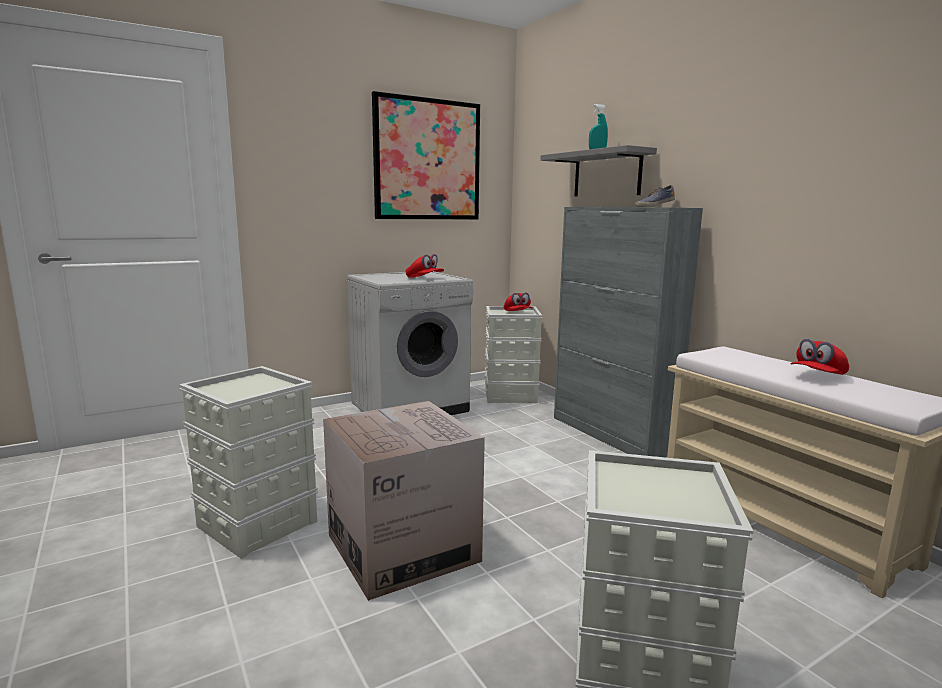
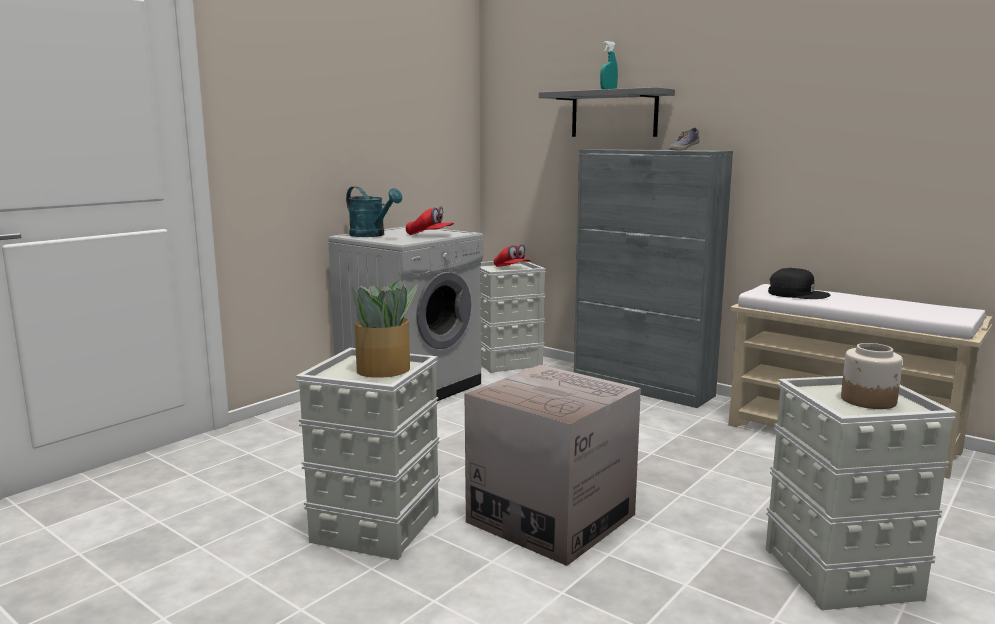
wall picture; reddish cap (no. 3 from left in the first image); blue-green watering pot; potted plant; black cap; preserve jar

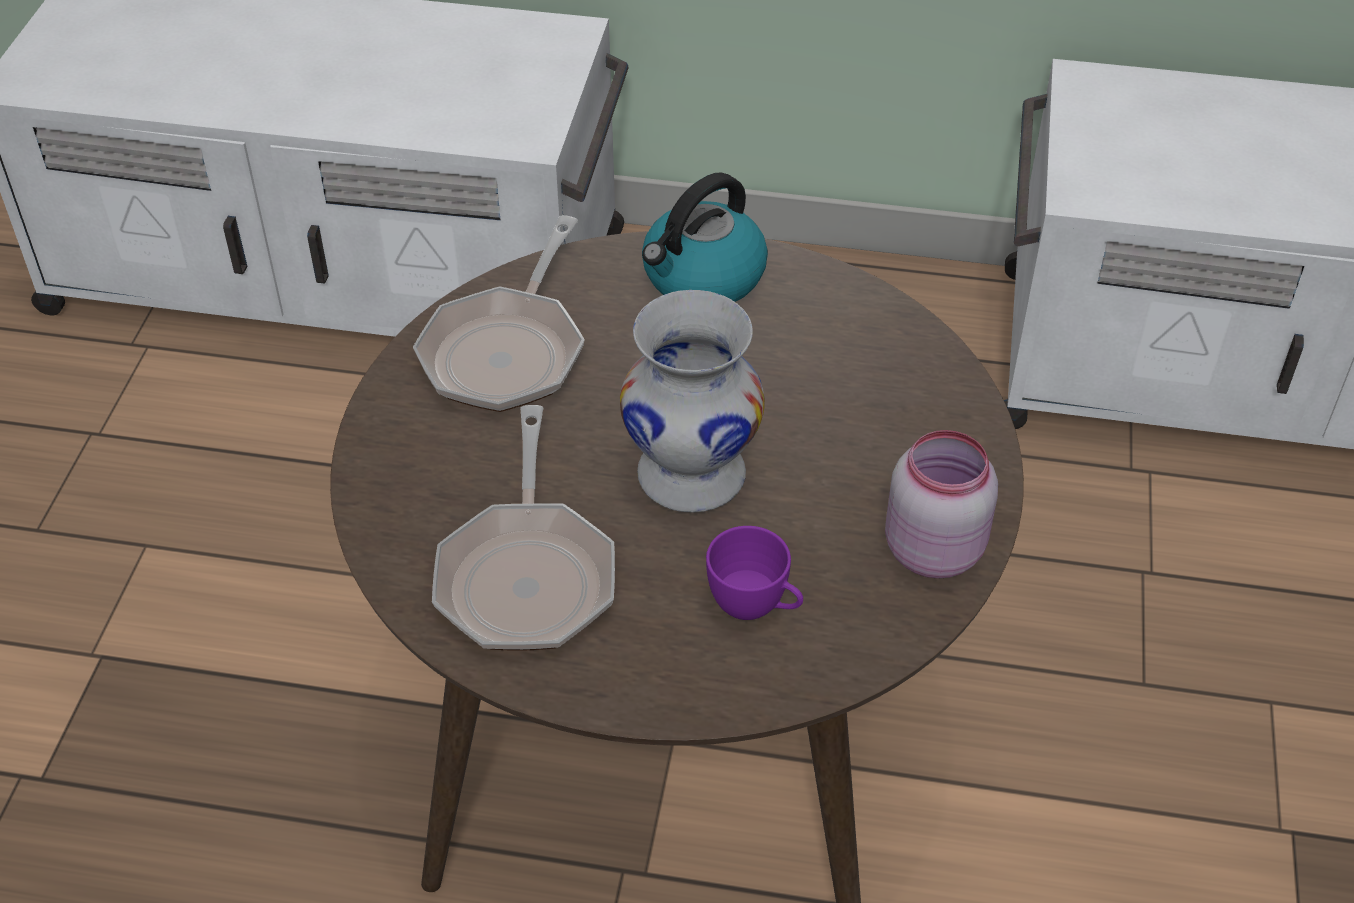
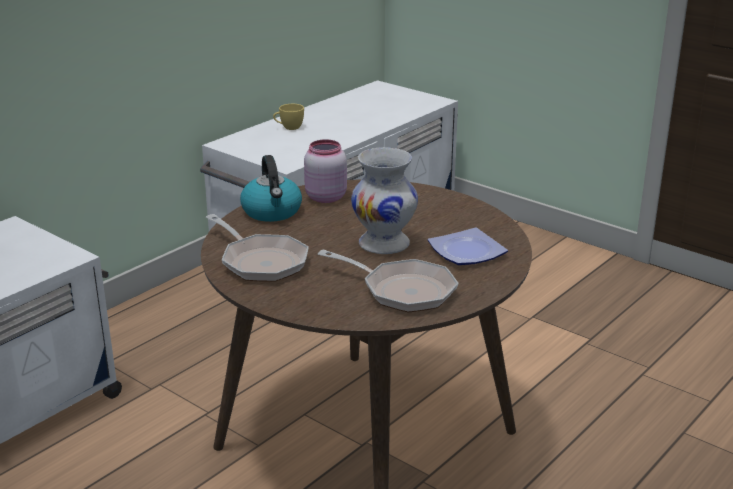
yellowish cup; pink preserve jar; flat dish

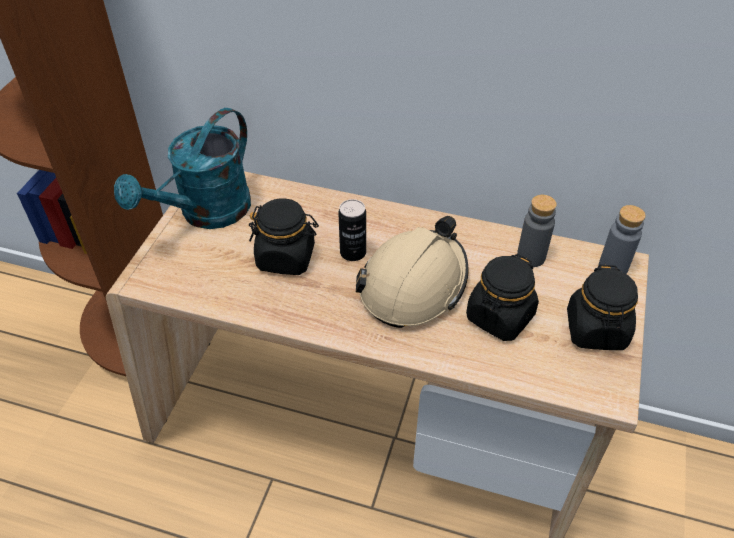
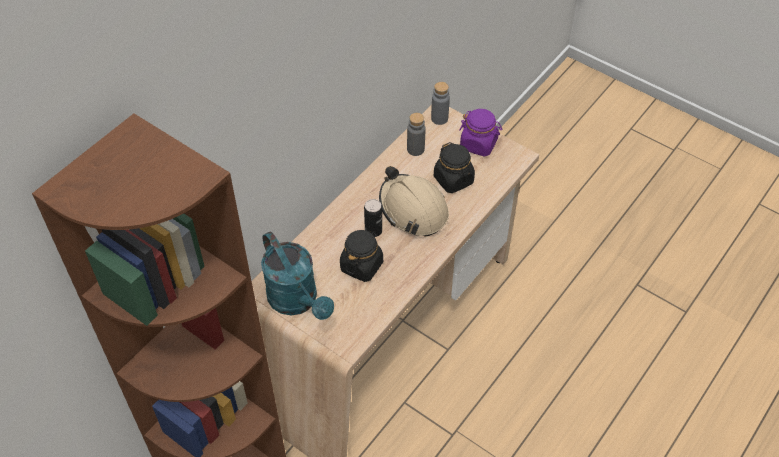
purplish preserve jar

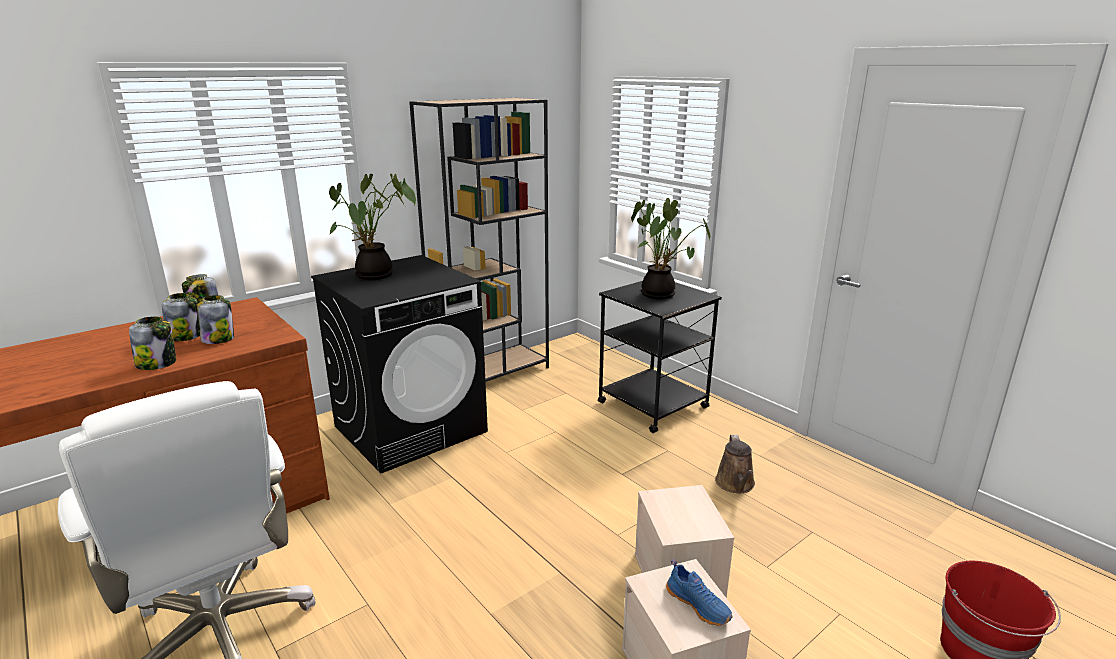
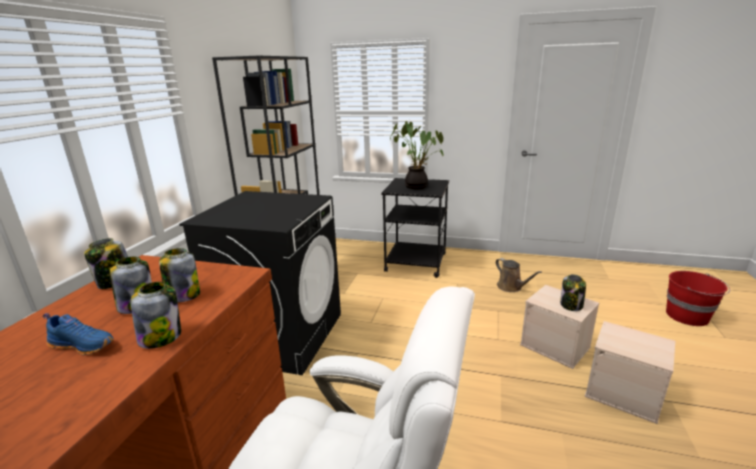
potted plant (no. 1 from left in the first image); preserve jar (no. 5 from left); blue low shoe

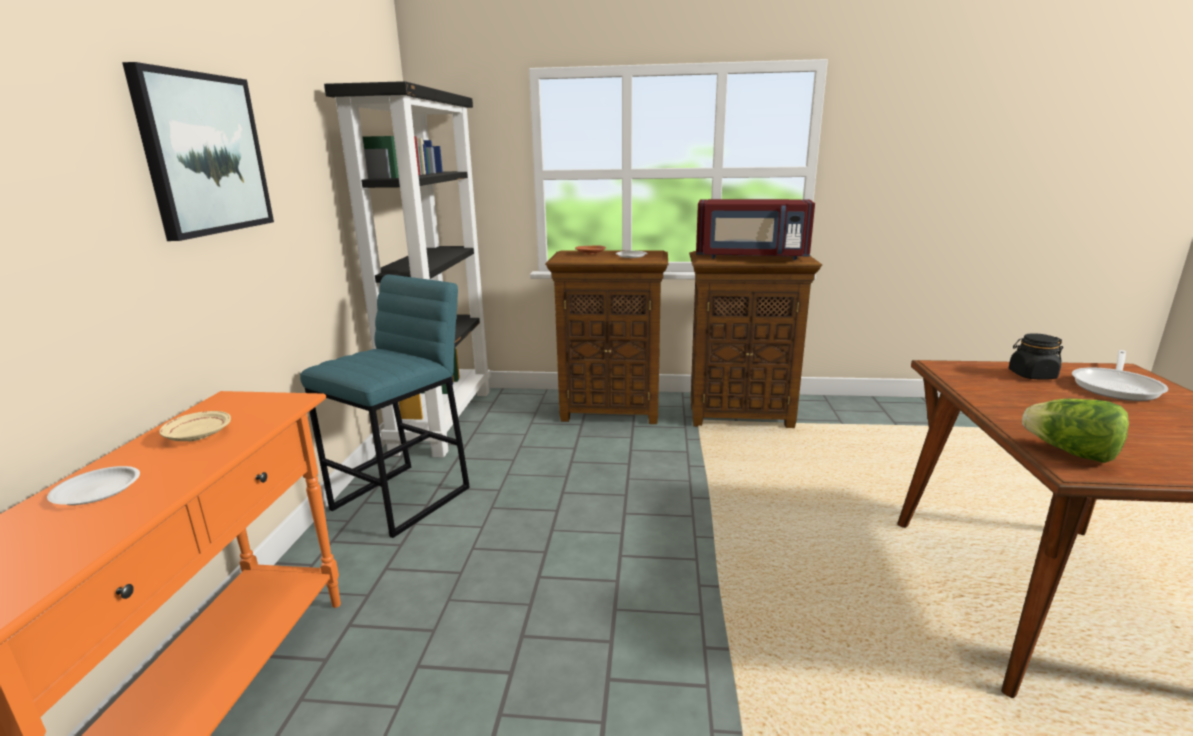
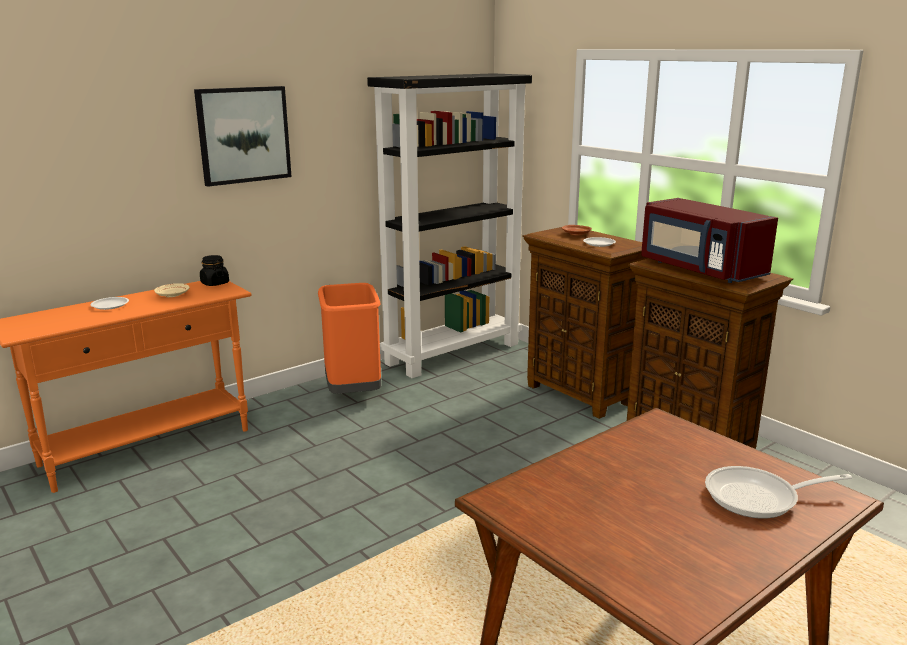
head of lettuce; black preserve jar; orange waste bin

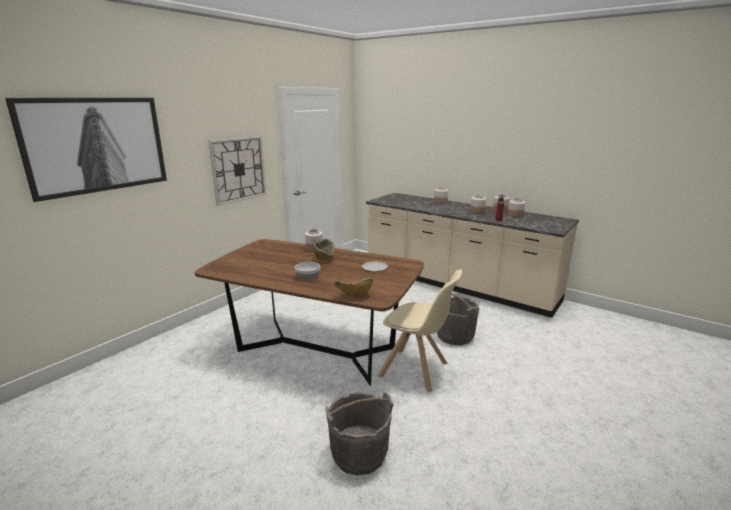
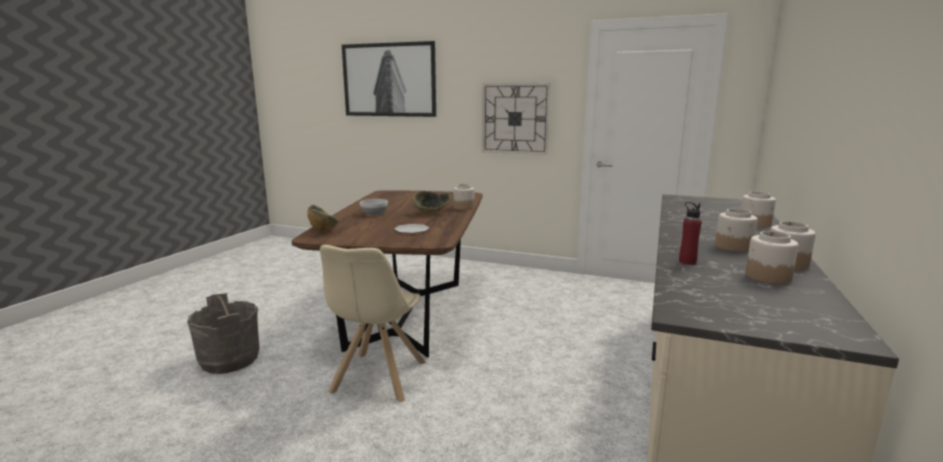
gray pail (no. 2 from left in the first image)

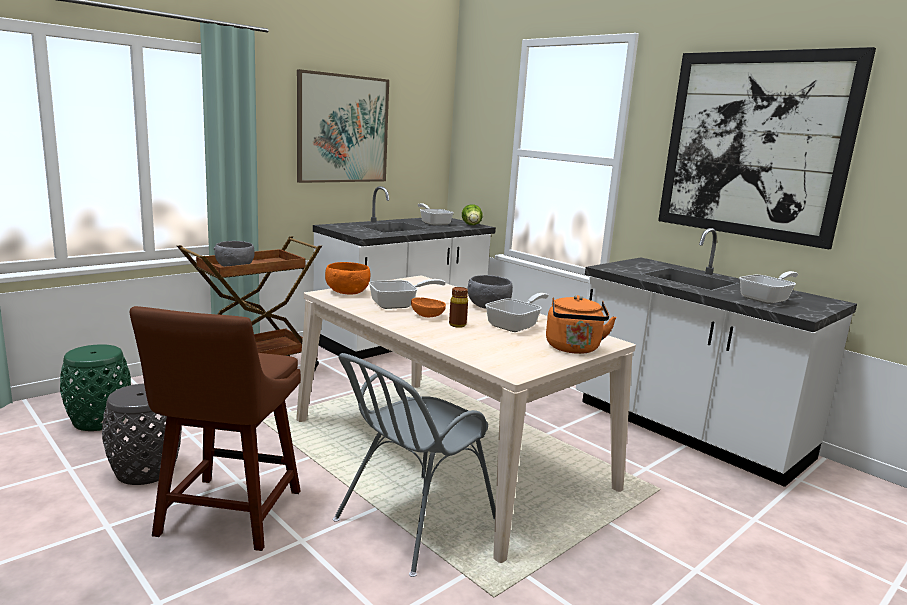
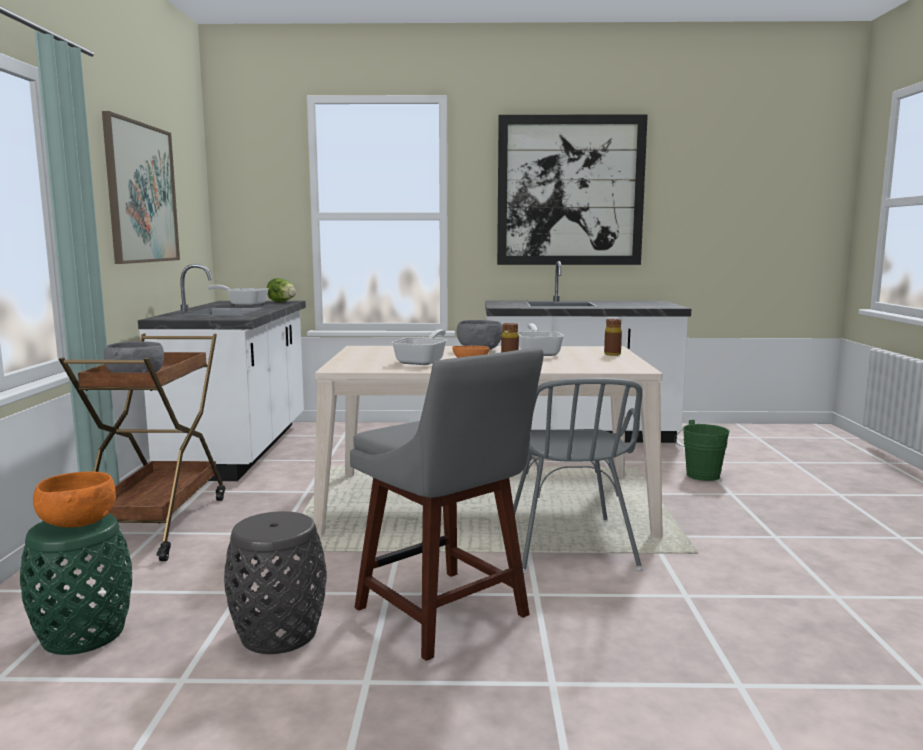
frying pan (no. 4 from left in the first image); green-coloured pail; orange bowl (no. 1 from left); brownish drink bottle (no. 2 from left); gray sitting stool (no. 2 from left)

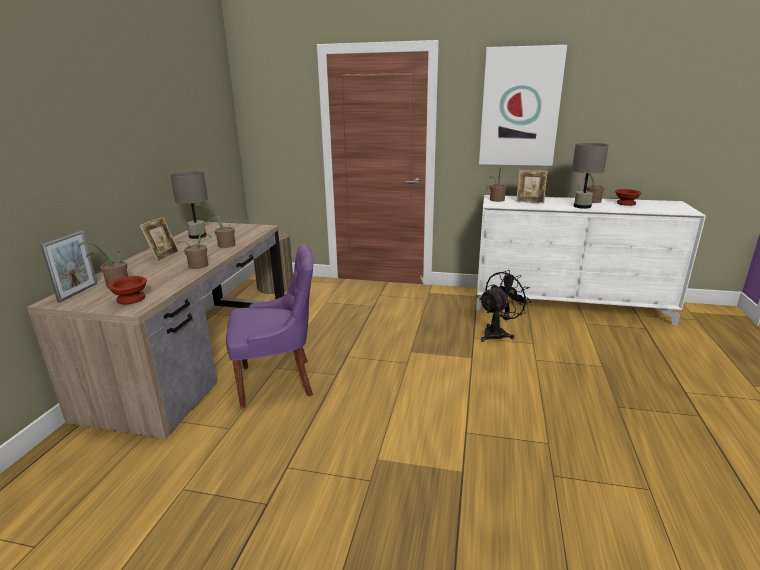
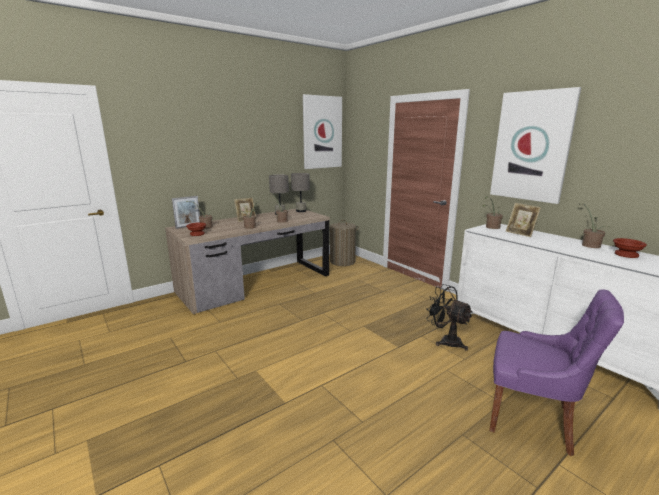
wall picture (no. 1 from left); purplish chair; gray table lamp (no. 2 from left); black fan

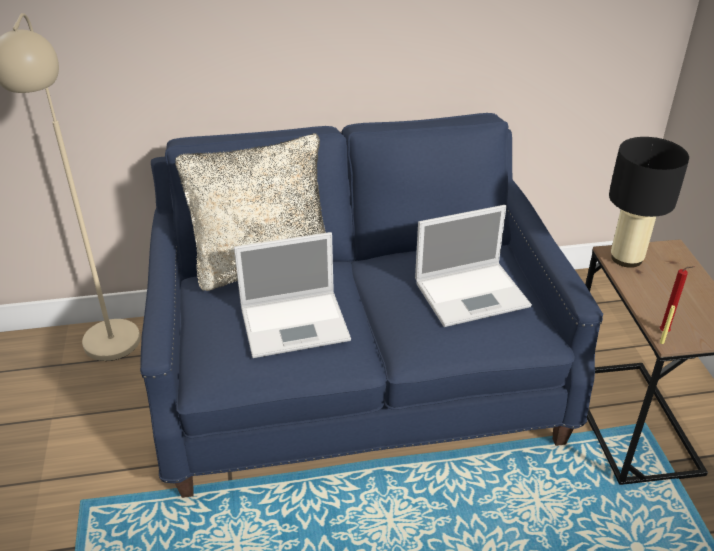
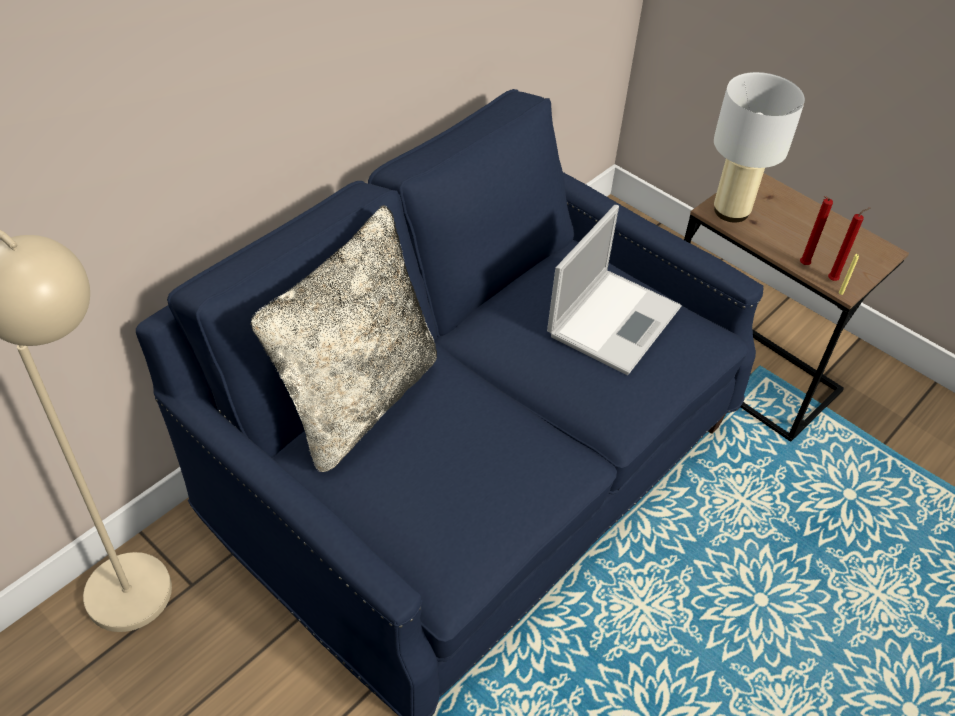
notebook computer (no. 1 from left in the first image); reddish wax candle (no. 1 from left); whitish table lamp

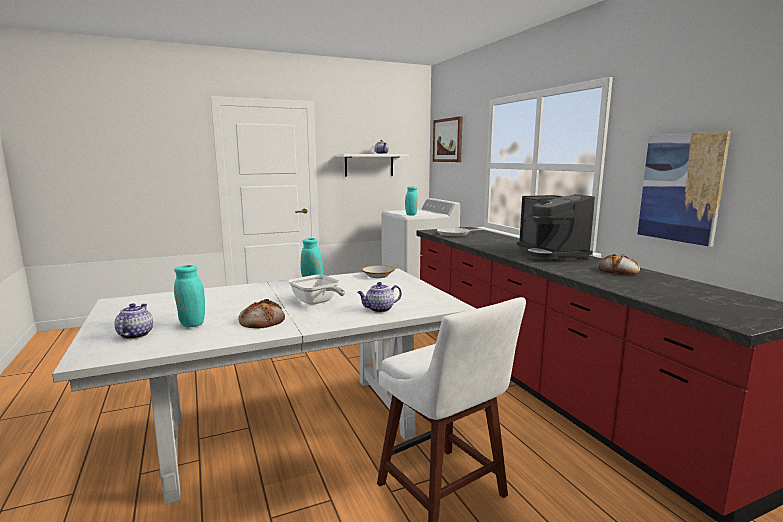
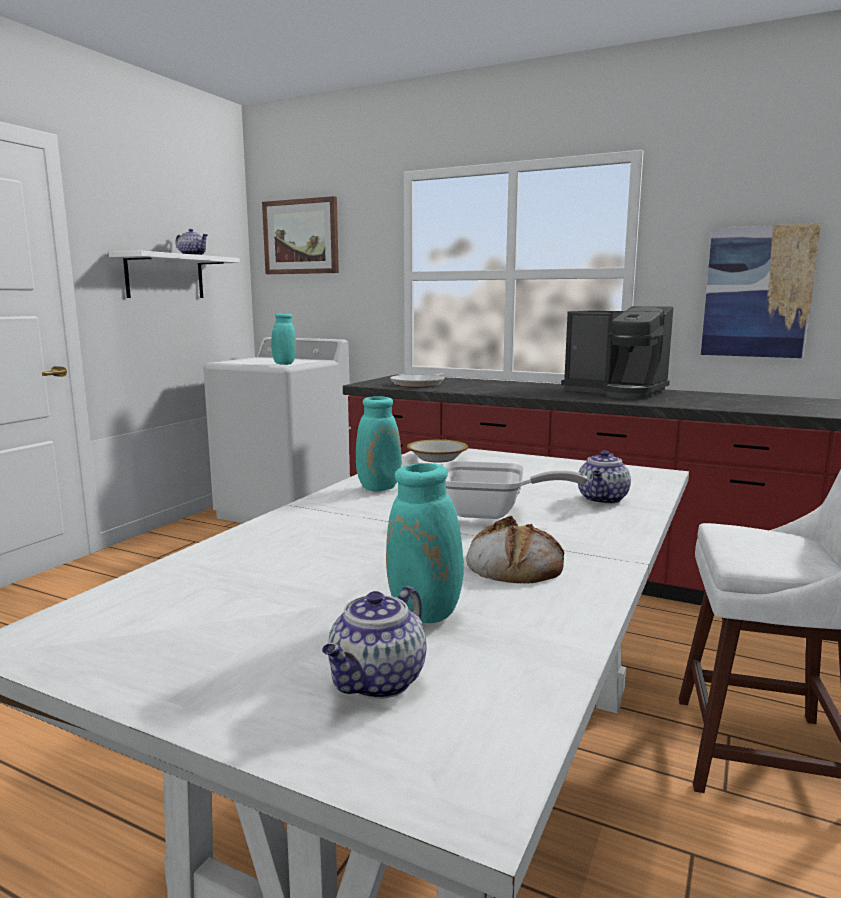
bread (no. 2 from left in the first image); teapot (no. 2 from left)

